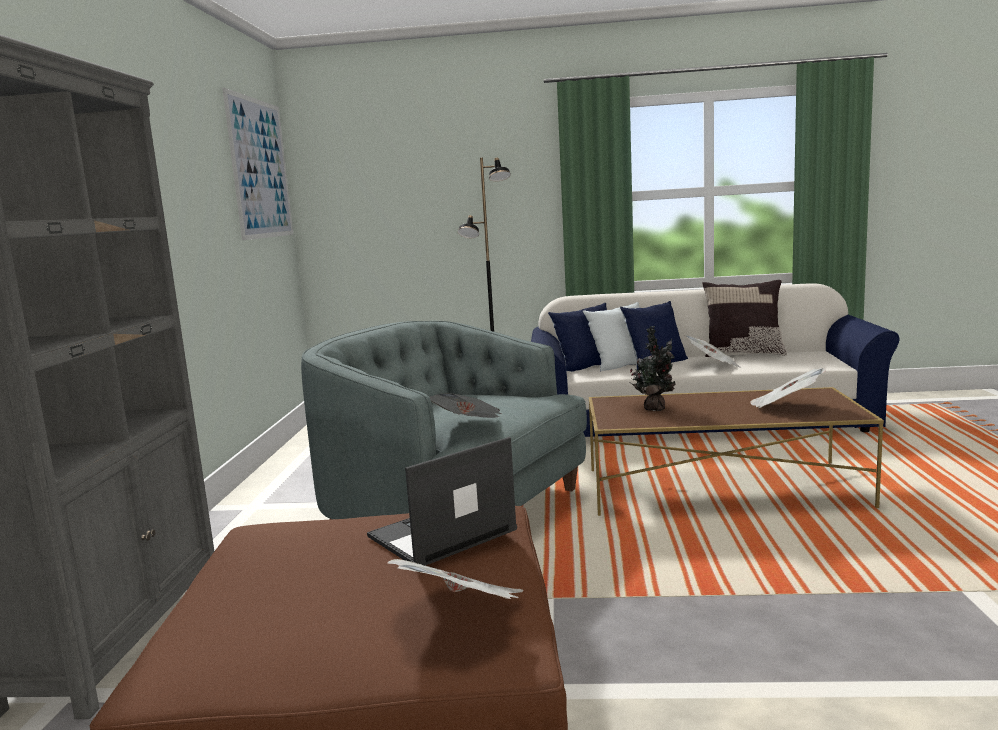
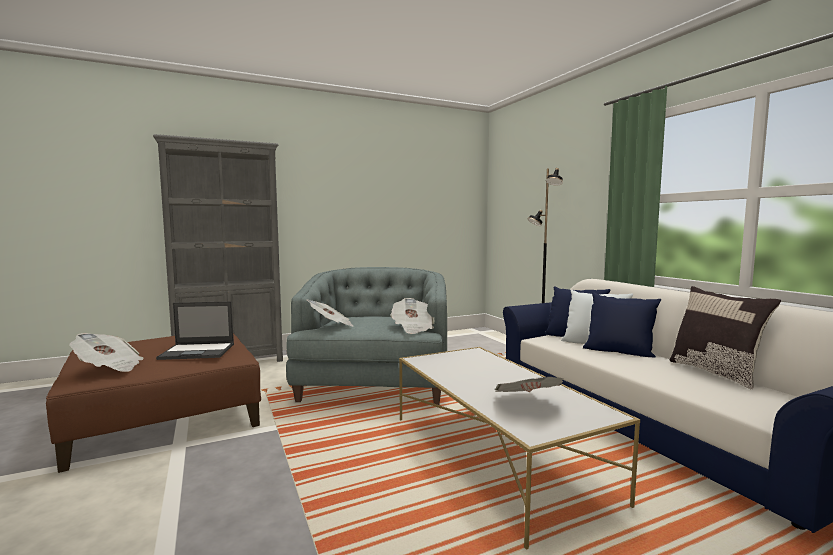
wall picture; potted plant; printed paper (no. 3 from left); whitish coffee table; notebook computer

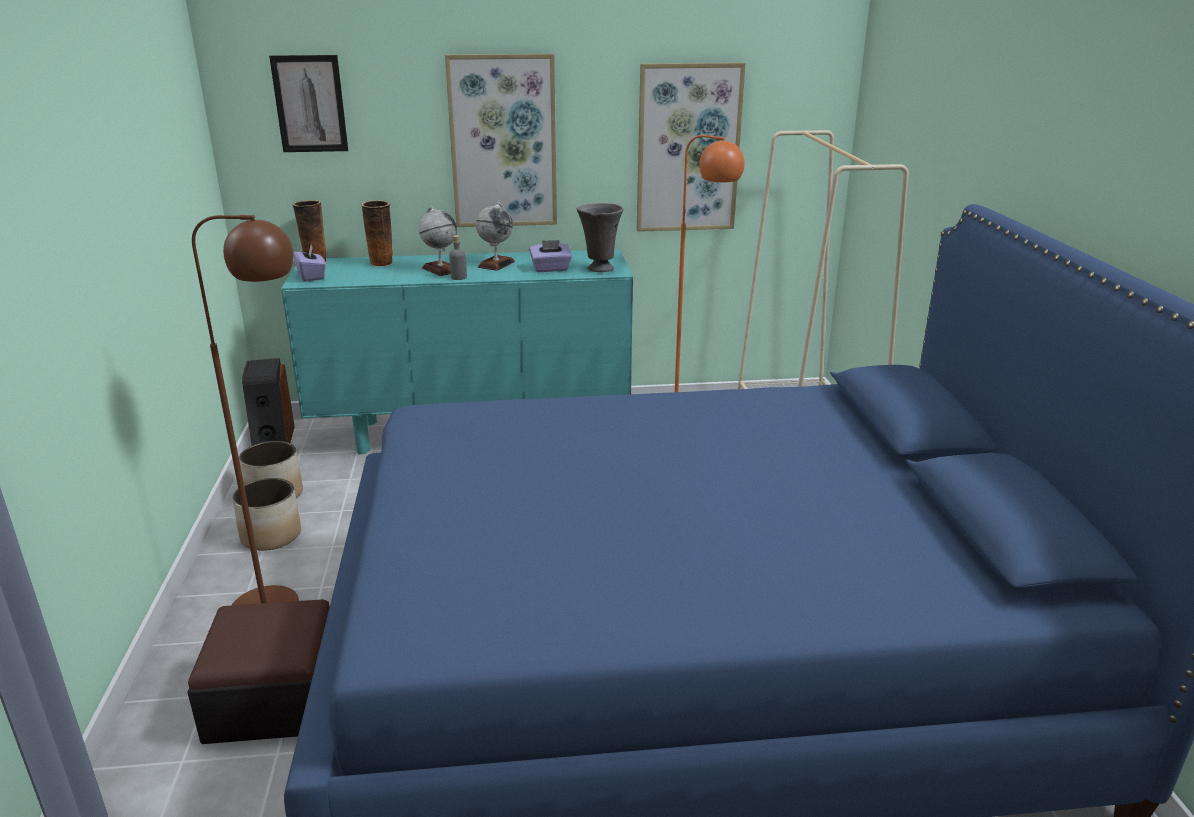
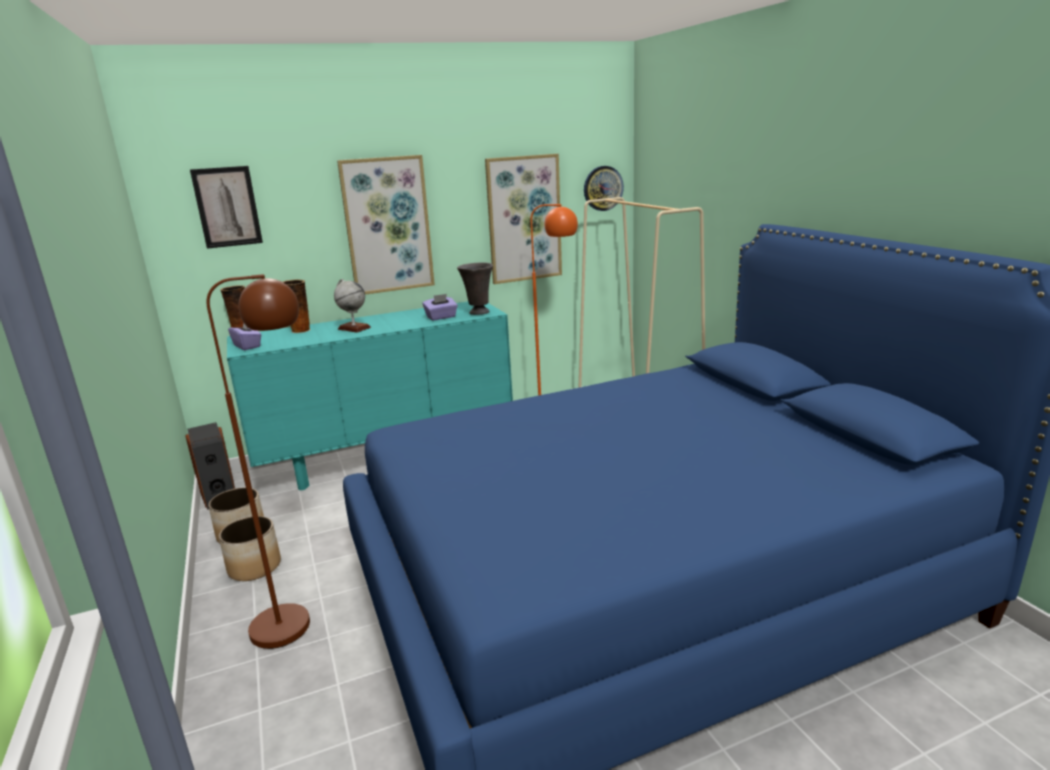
pouffe; gray drink bottle; desk globe (no. 2 from left in the first image); clock on the wall

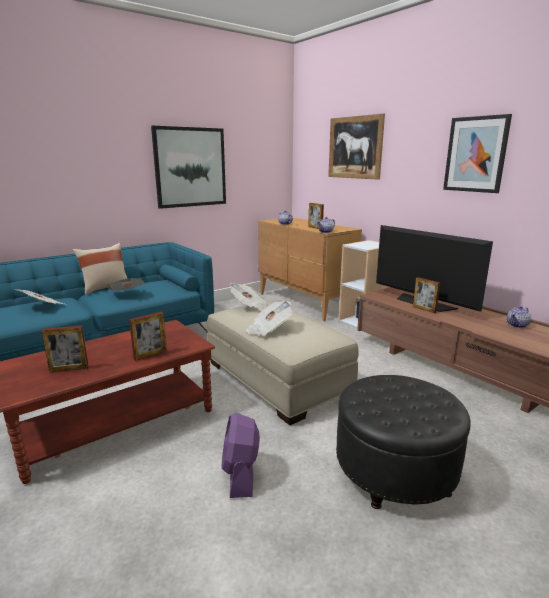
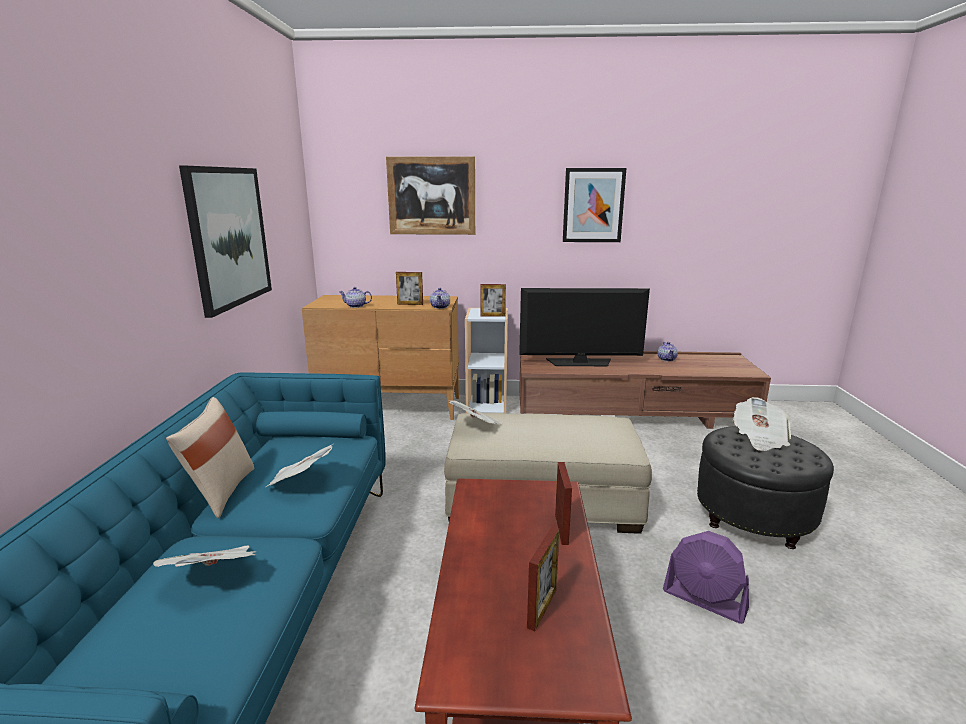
printed paper (no. 4 from left); picture frame (no. 2 from left)

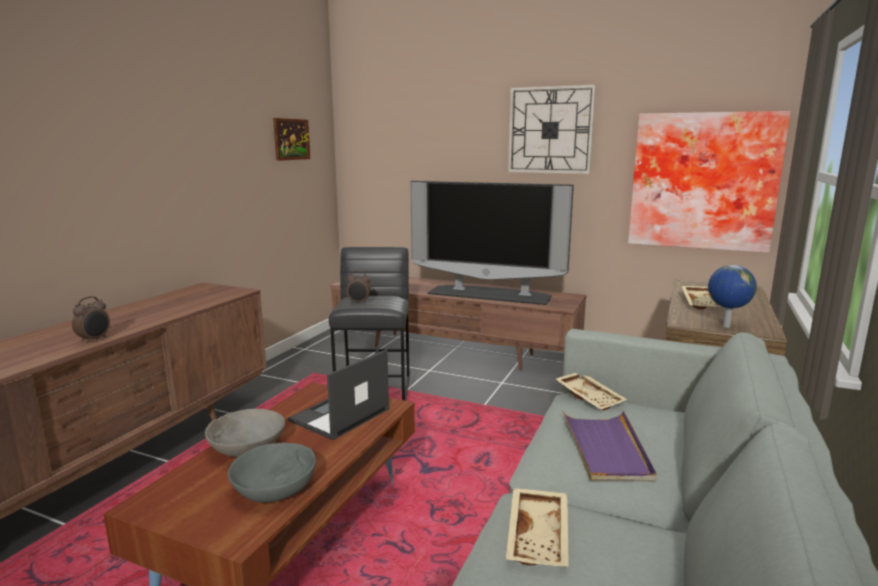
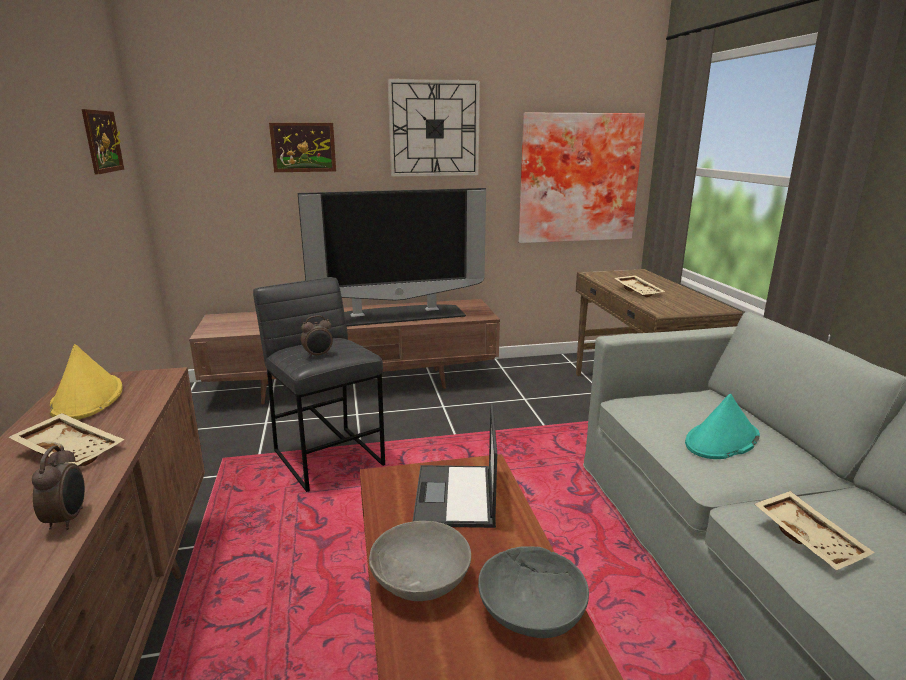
desk globe; yellowish hat; wall picture (no. 2 from left); beige tray (no. 1 from left); blue-green hat

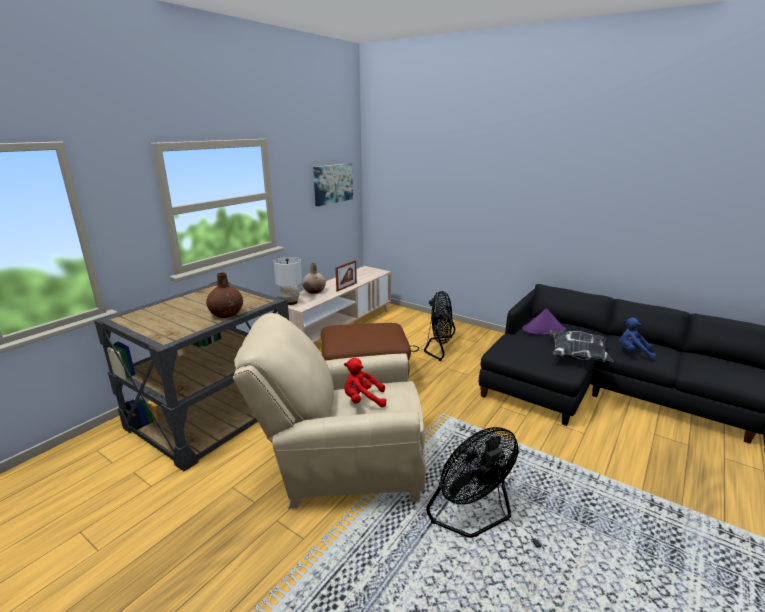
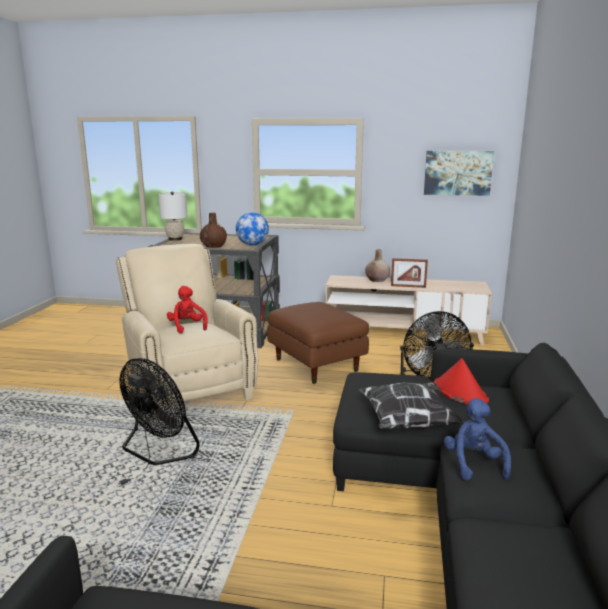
desk globe; whitish table lamp; reddish hat

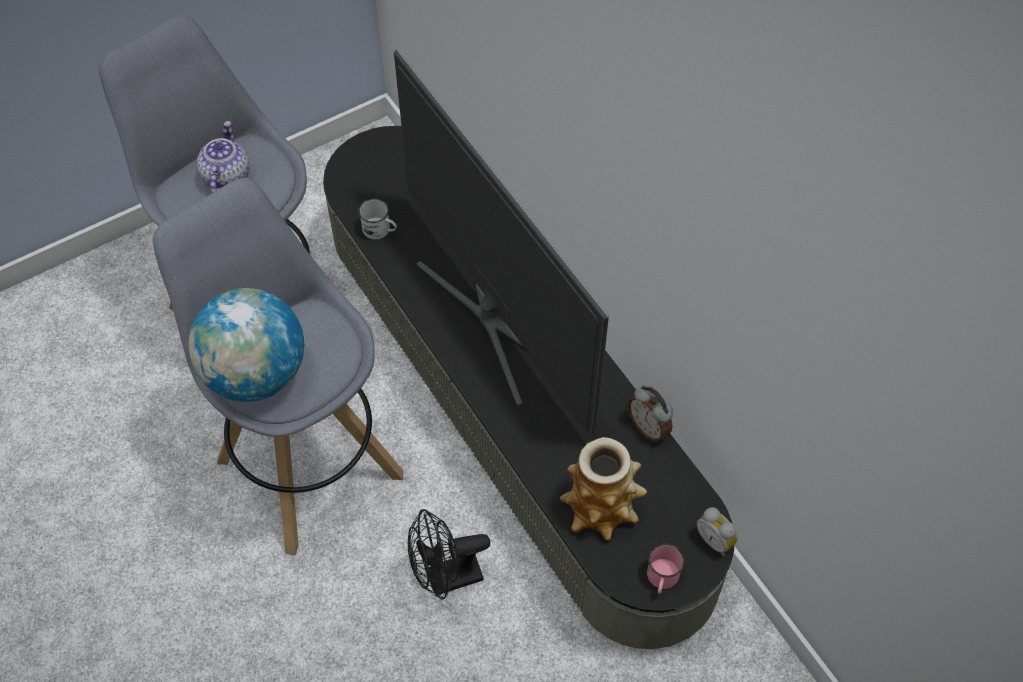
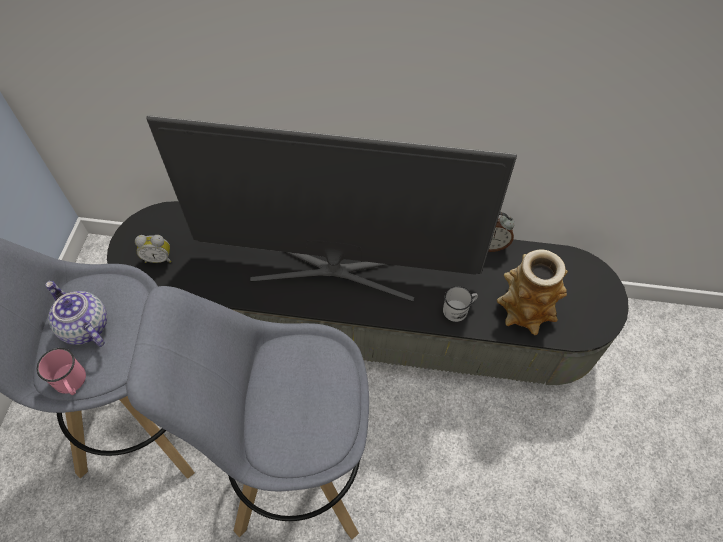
desk globe; black fan; whitish coffee mug; pink coffee mug; alarm clock (no. 1 from left)

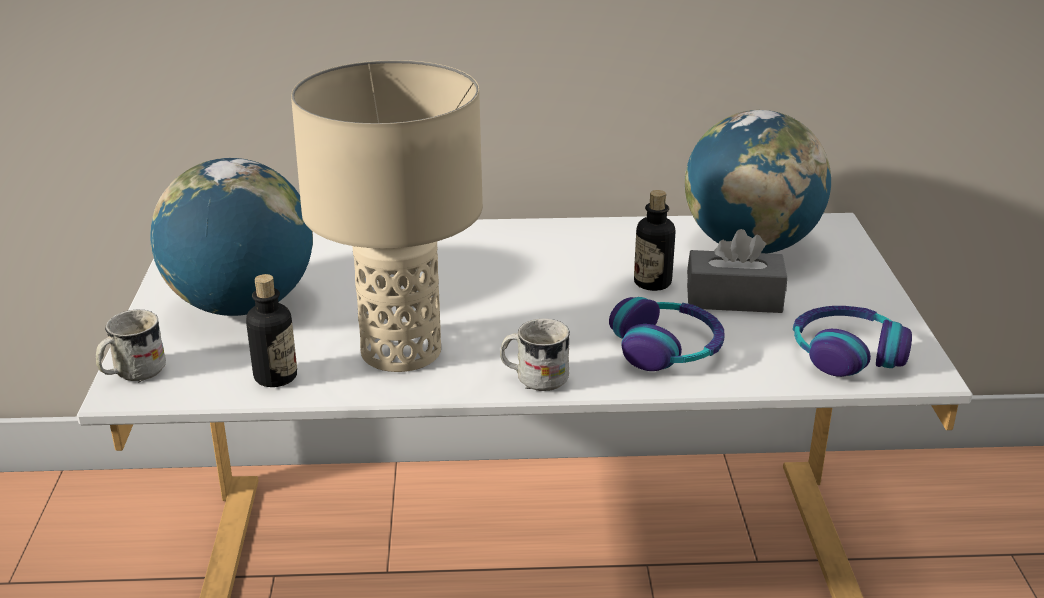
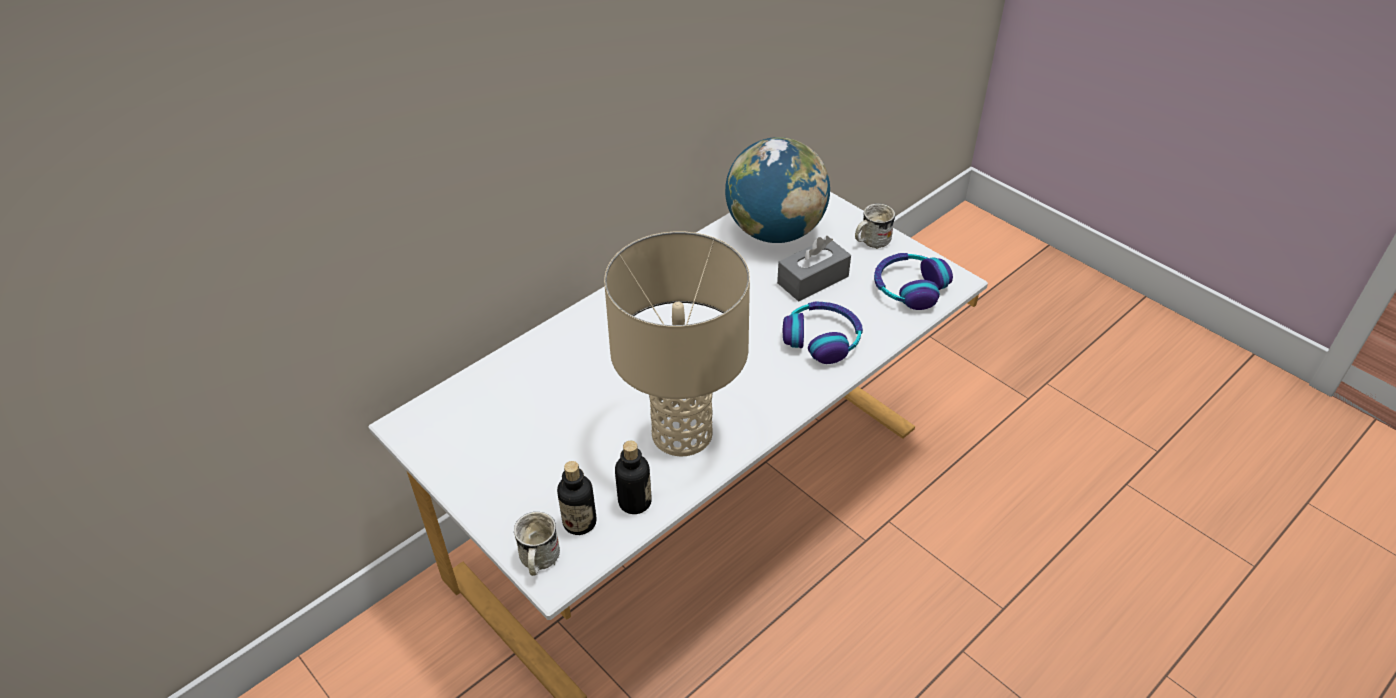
desk globe (no. 1 from left in the first image); whitish coffee mug (no. 2 from left); drink bottle (no. 1 from left)

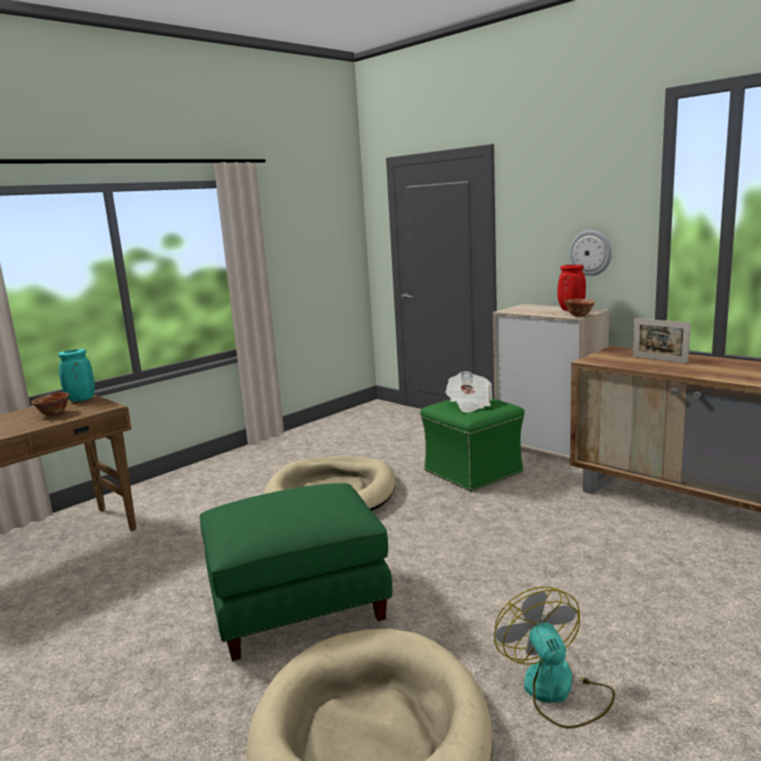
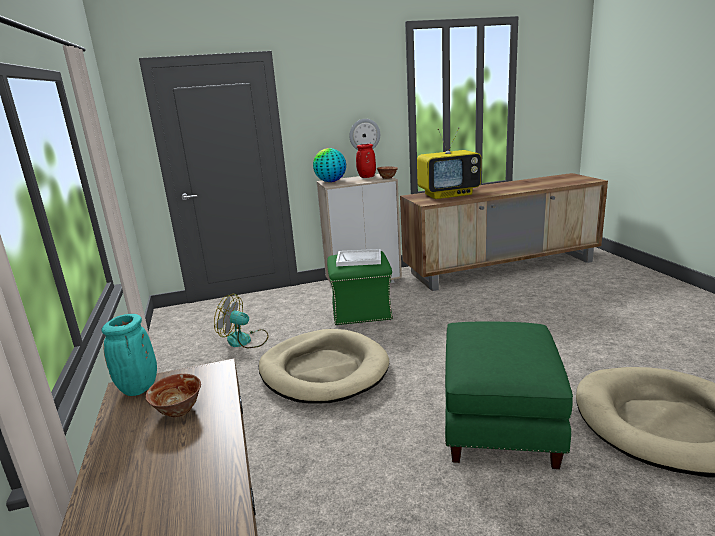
desk globe; fan; whitish tray; television

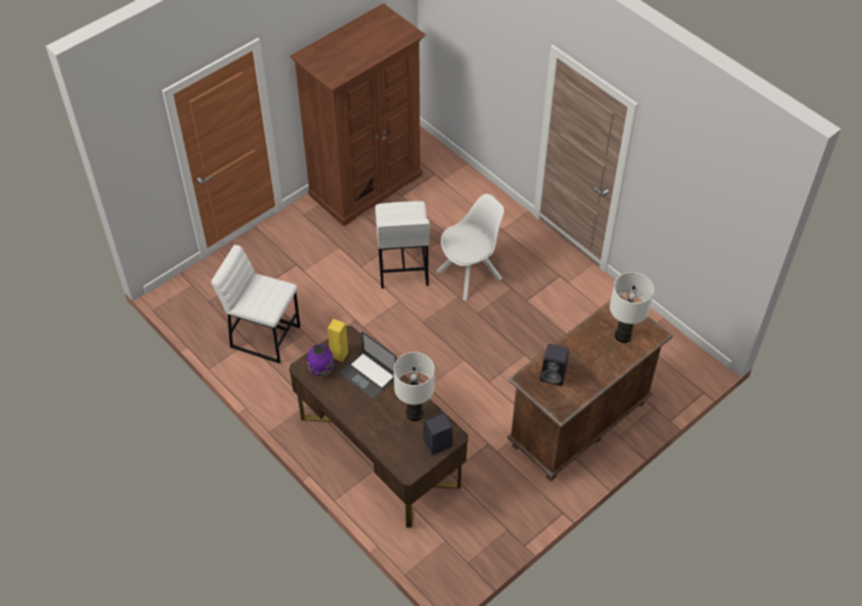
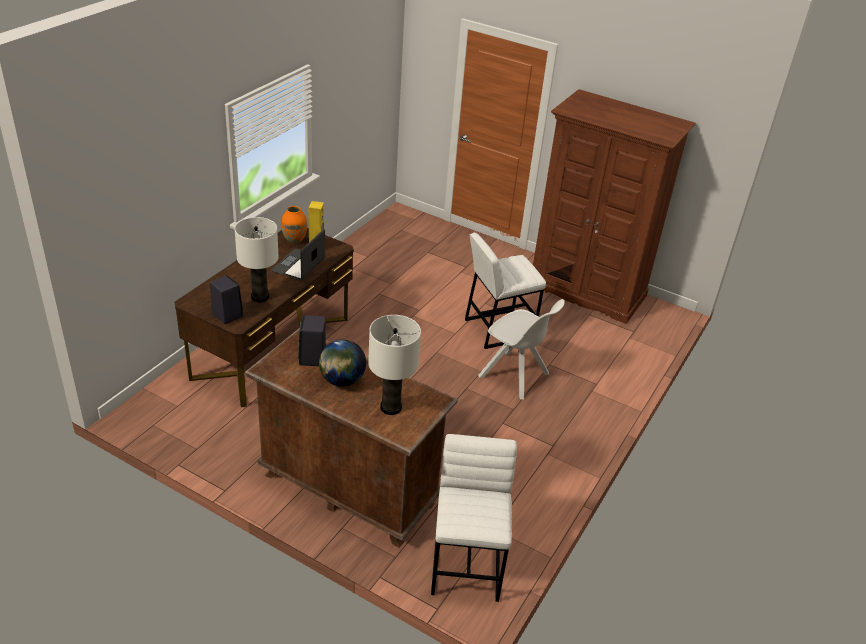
desk globe; whitish chair (no. 1 from left); orange vase

